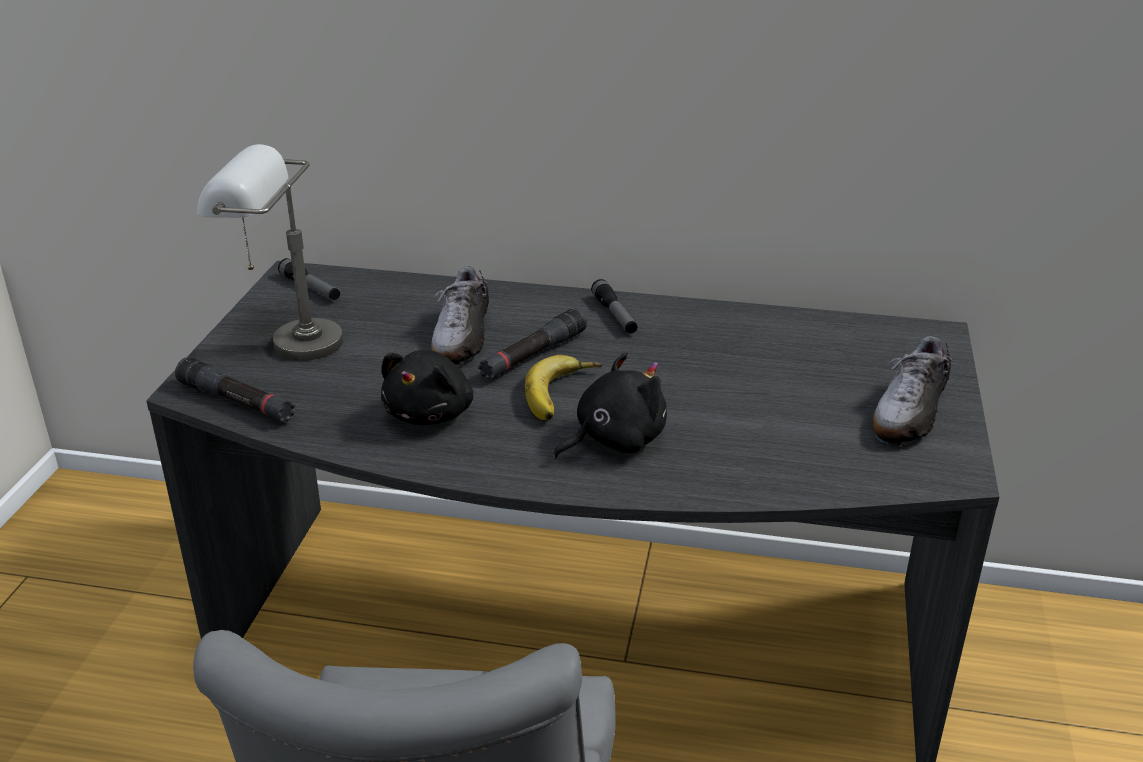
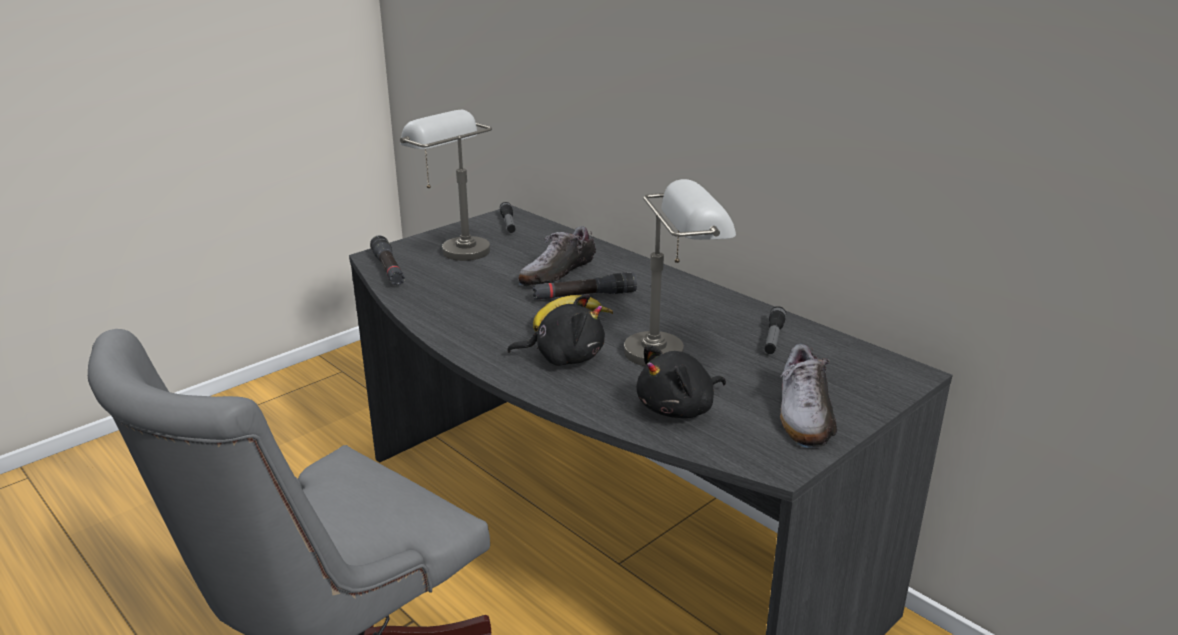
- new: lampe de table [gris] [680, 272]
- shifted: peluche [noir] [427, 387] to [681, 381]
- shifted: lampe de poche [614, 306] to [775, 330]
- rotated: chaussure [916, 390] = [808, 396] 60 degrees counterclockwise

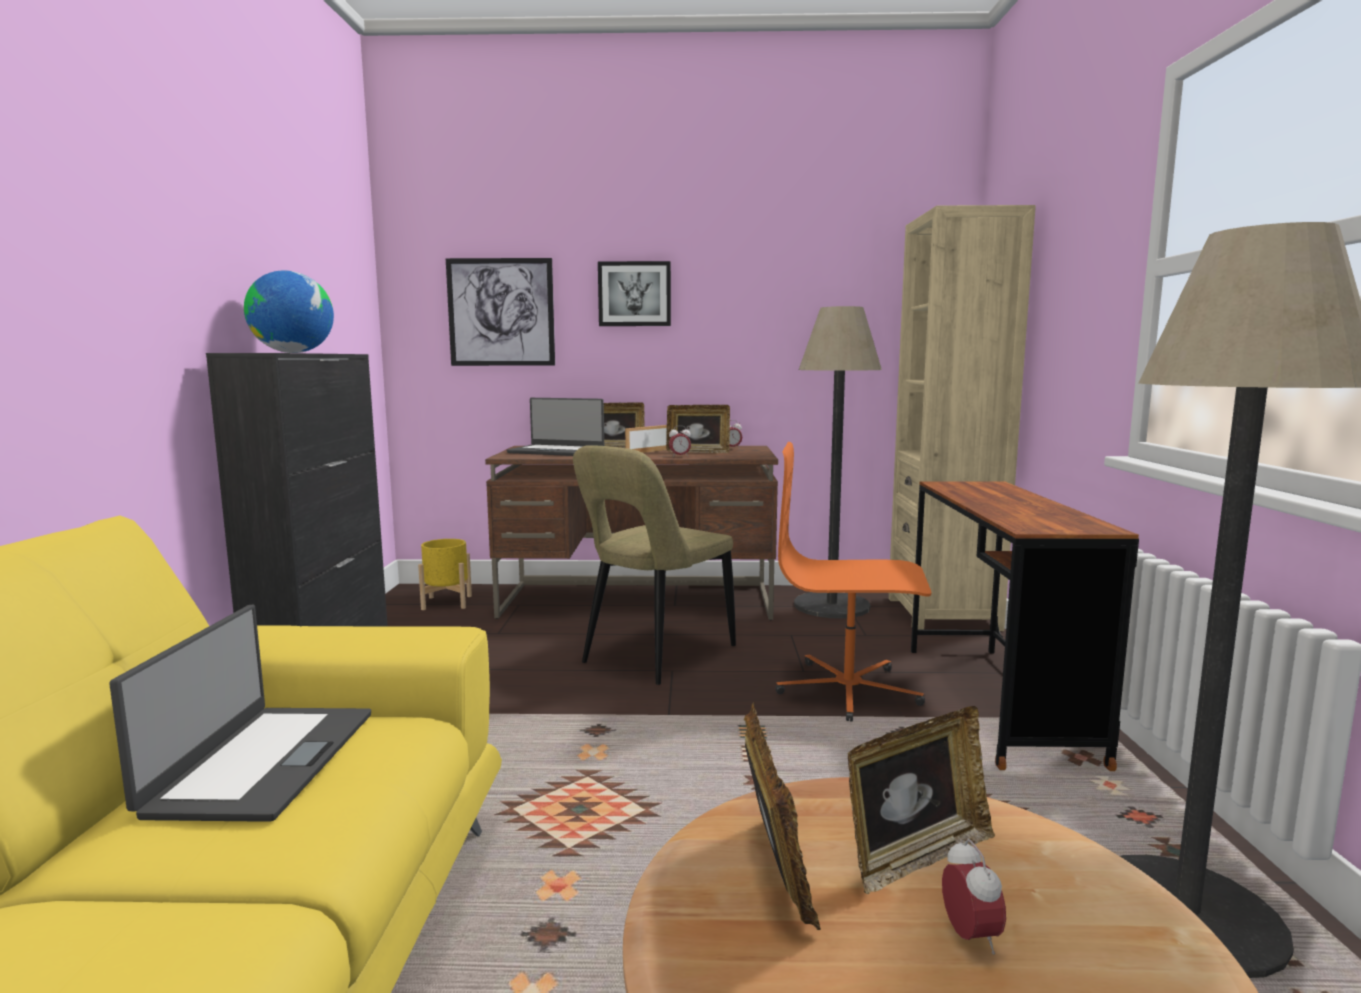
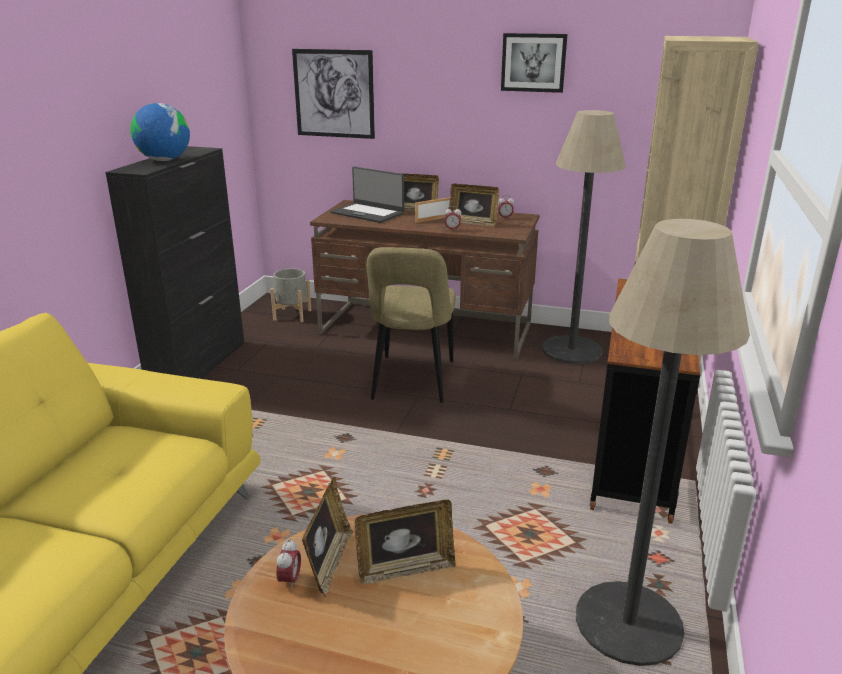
- gone: ordinateur portable [240, 713]
- gone: chaise de bureau [orange] [854, 581]
- shifted: tableau [634, 293] to [534, 63]
- shifted: réveil [974, 896] to [288, 564]
- repainted: cache-pot [jaune] [445, 574] to cache-pot [gris] [291, 295]
- rotated: chaise [beige] [654, 565] = [411, 325] 45 degrees counterclockwise

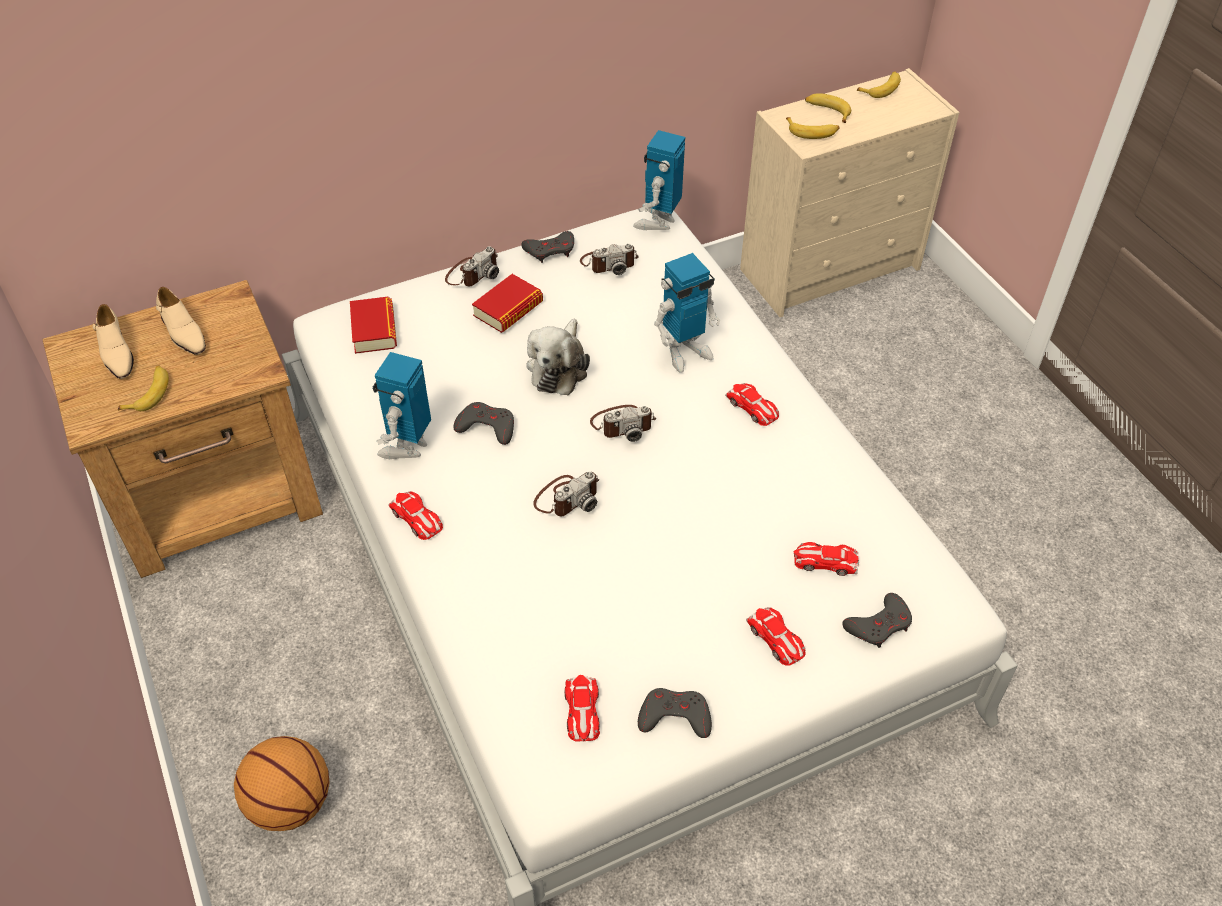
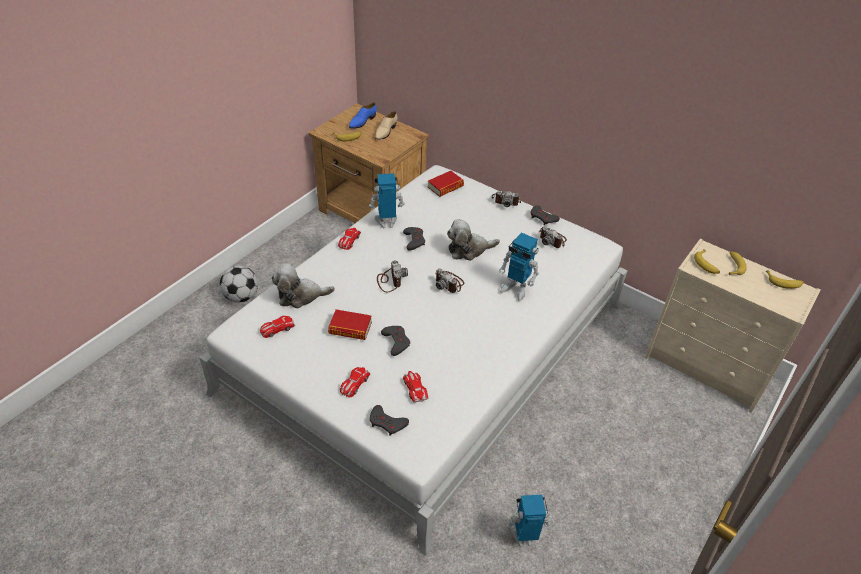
- gone: petite voiture [752, 404]
- new: peluche [303, 286]
- shifted: livre [507, 303] to [350, 324]
- shifted: robot jouet [659, 180] to [527, 521]
- shifted: manette [gris] [675, 713] to [395, 341]
- swapped: ballon de basket [282, 783] to ballon de foot [239, 284]
- repainted: chaussure [beige] [113, 341] to chaussure [bleu] [363, 116]
- rotated: appareil photo [566, 494] = [392, 276] 120 degrees counterclockwise

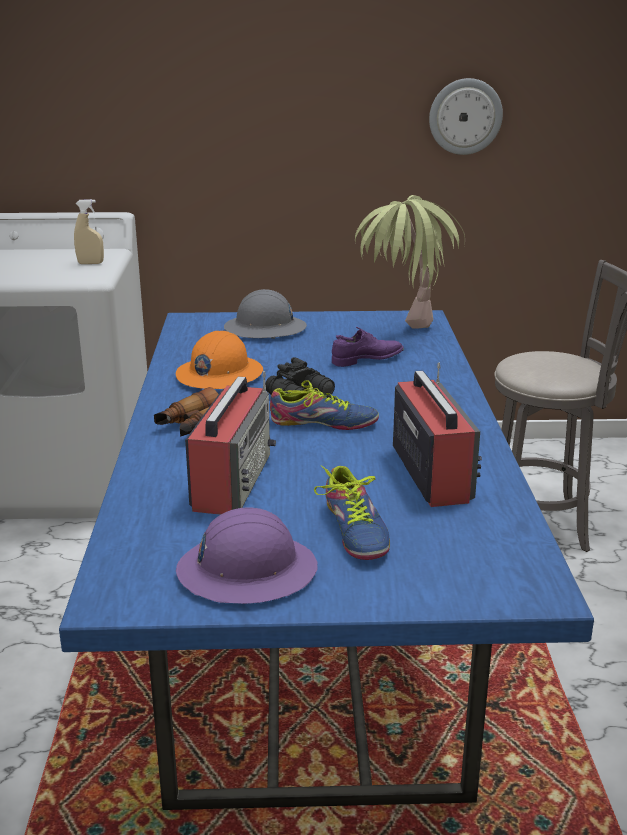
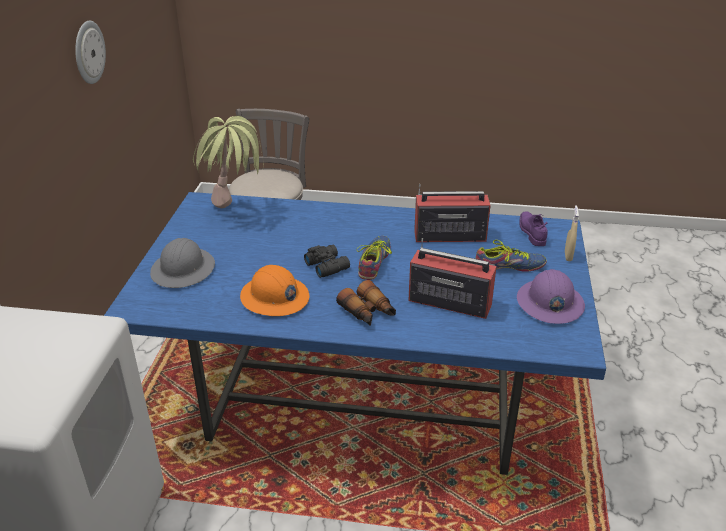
- shifted: vaporisateur [beige] [89, 231] to [572, 233]
- shifted: chaussure [violet] [368, 347] to [534, 228]

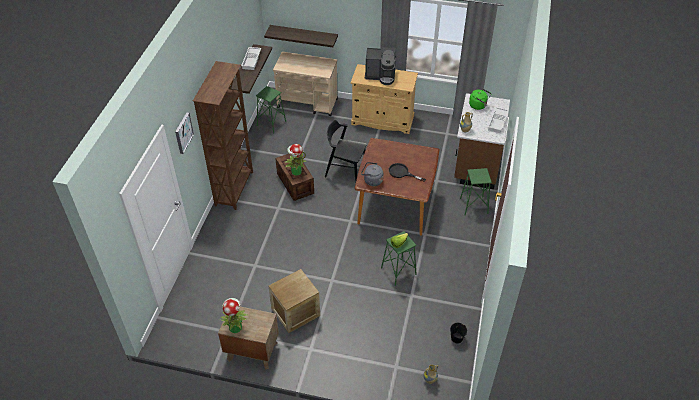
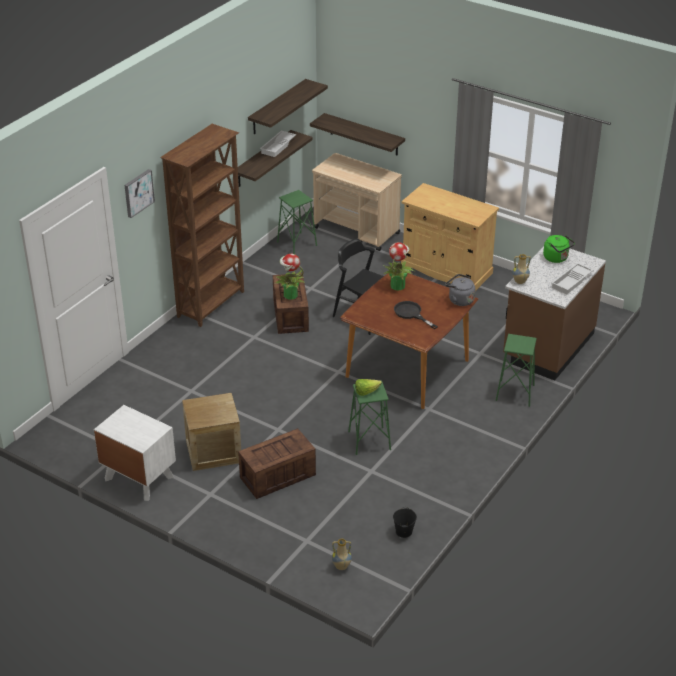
- gone: machine à café [380, 66]
- new: caisse [277, 463]
- new: étagère [288, 106]
- shifted: plante en pot [234, 315] to [398, 266]
- shifted: bouilloire [gris] [372, 174] to [460, 290]
- repainted: table de chevet [marron] [248, 338] to table de chevet [blanc] [135, 453]

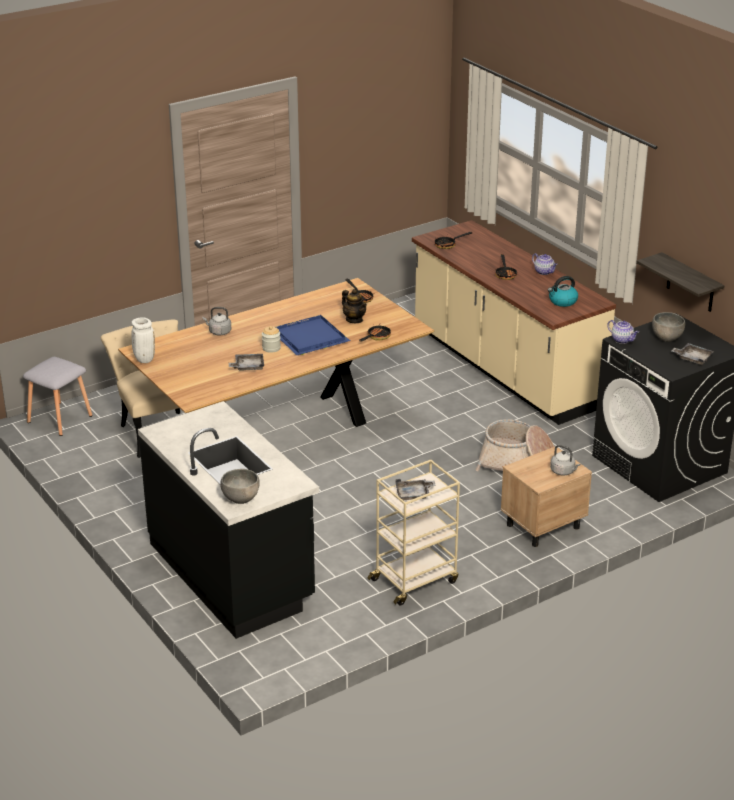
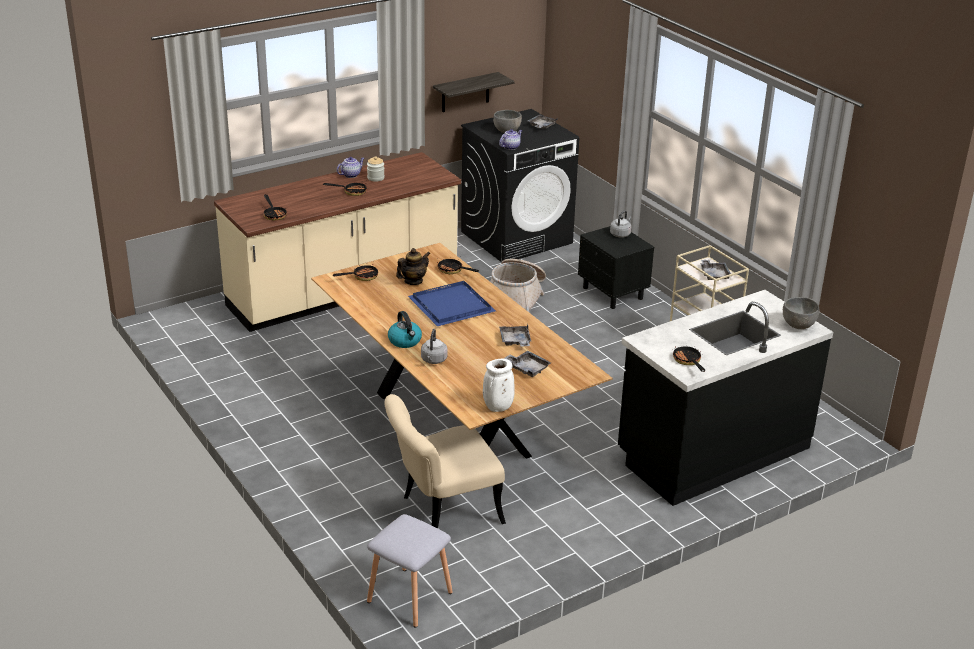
- new: plateau [gris] [527, 363]
- new: poêle [688, 359]
- shifted: bocal [271, 339] to [376, 169]
- shifted: bouilloire [563, 291] to [405, 329]
- repainted: table de chevet [beige] [546, 496] to table de chevet [noir] [616, 267]

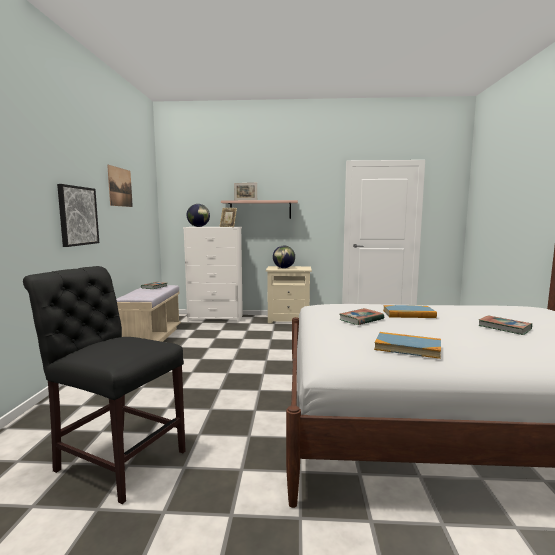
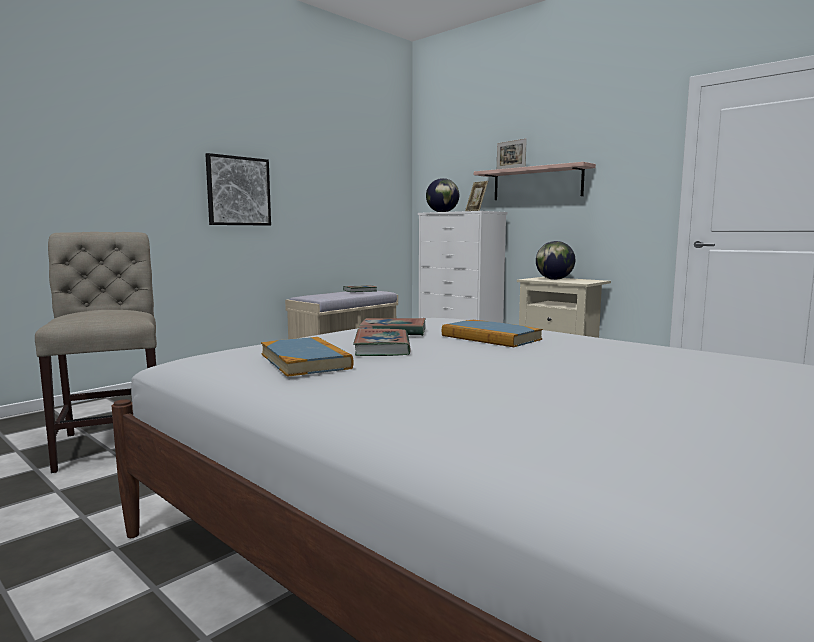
- gone: tableau [120, 186]
- shifted: livre [505, 325] to [382, 342]
- repainted: chaise [noir] [104, 385] to chaise [beige] [96, 352]

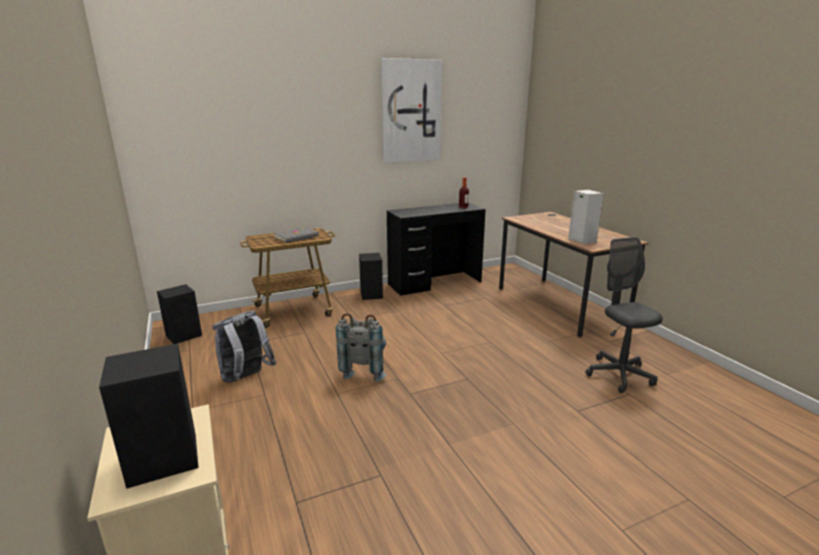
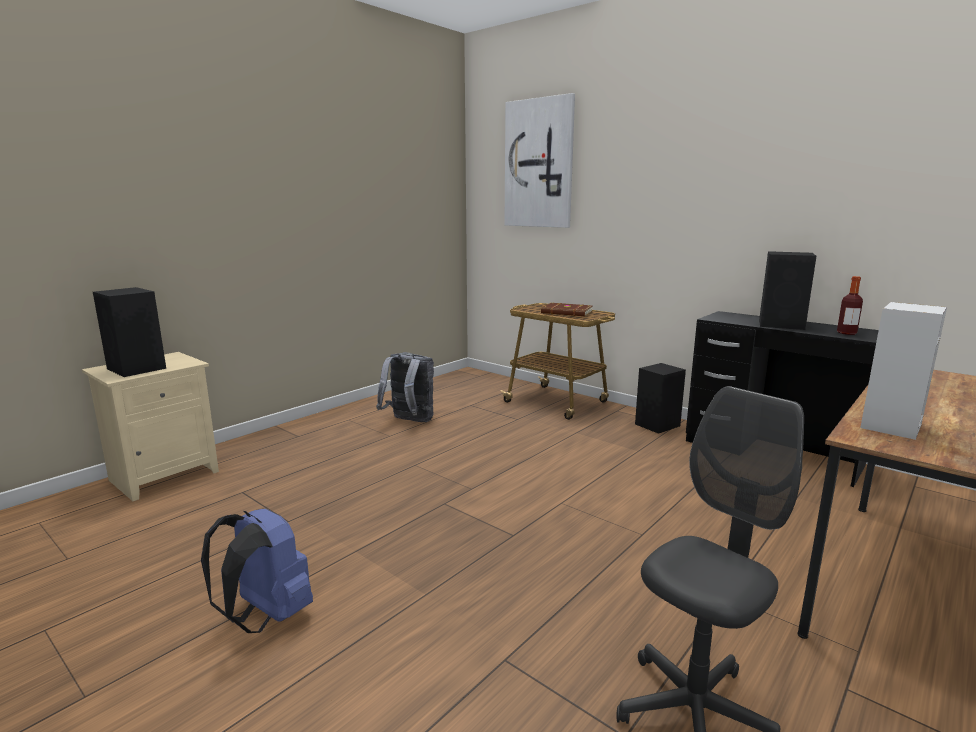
- gone: sac à dos [gris] [361, 347]
- new: sac à dos [bleu] [257, 571]
- shifted: enceinte [noir] [179, 314] to [787, 290]
- shifted: tableau [411, 110] to [539, 160]
- repainted: livre [gris] [296, 235] to livre [marron] [566, 309]

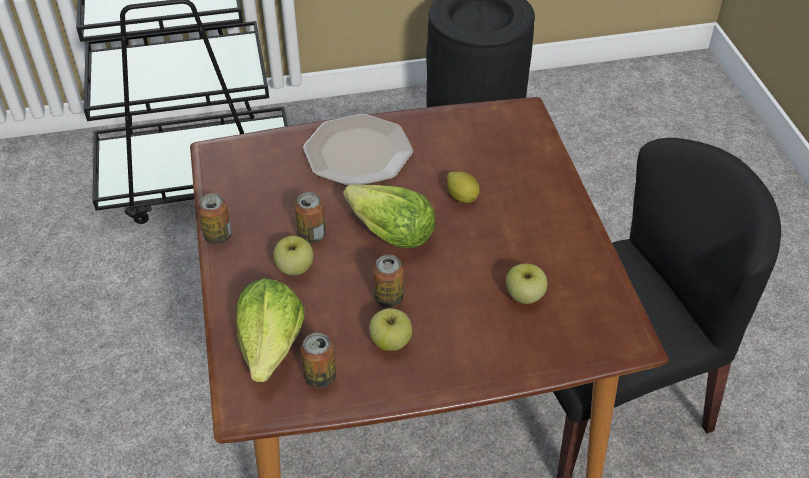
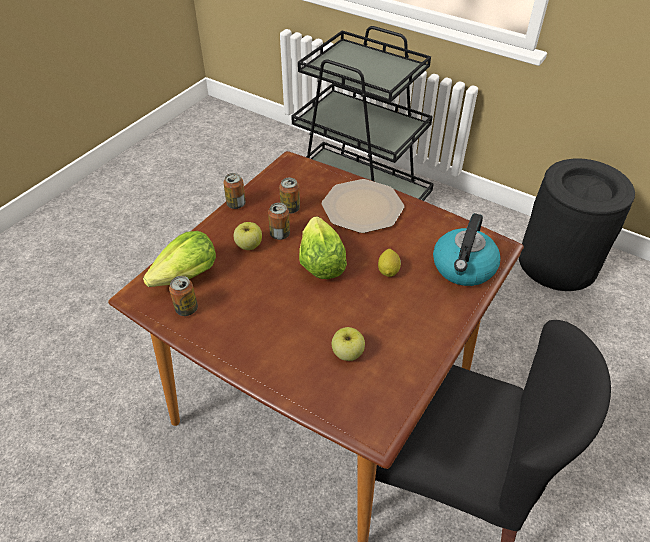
- gone: pomme [390, 329]
- new: bouilloire [467, 249]
- shifted: boîte métallique [388, 281] to [289, 196]

